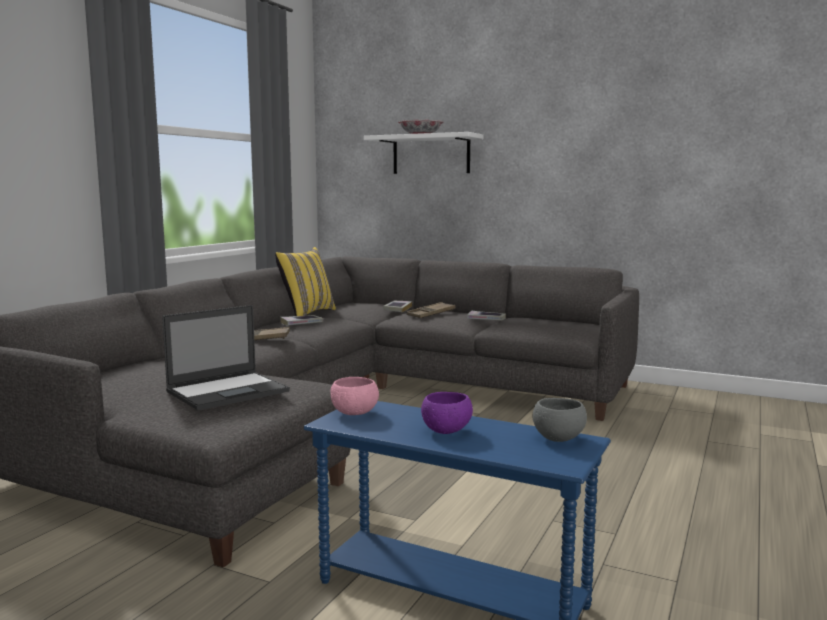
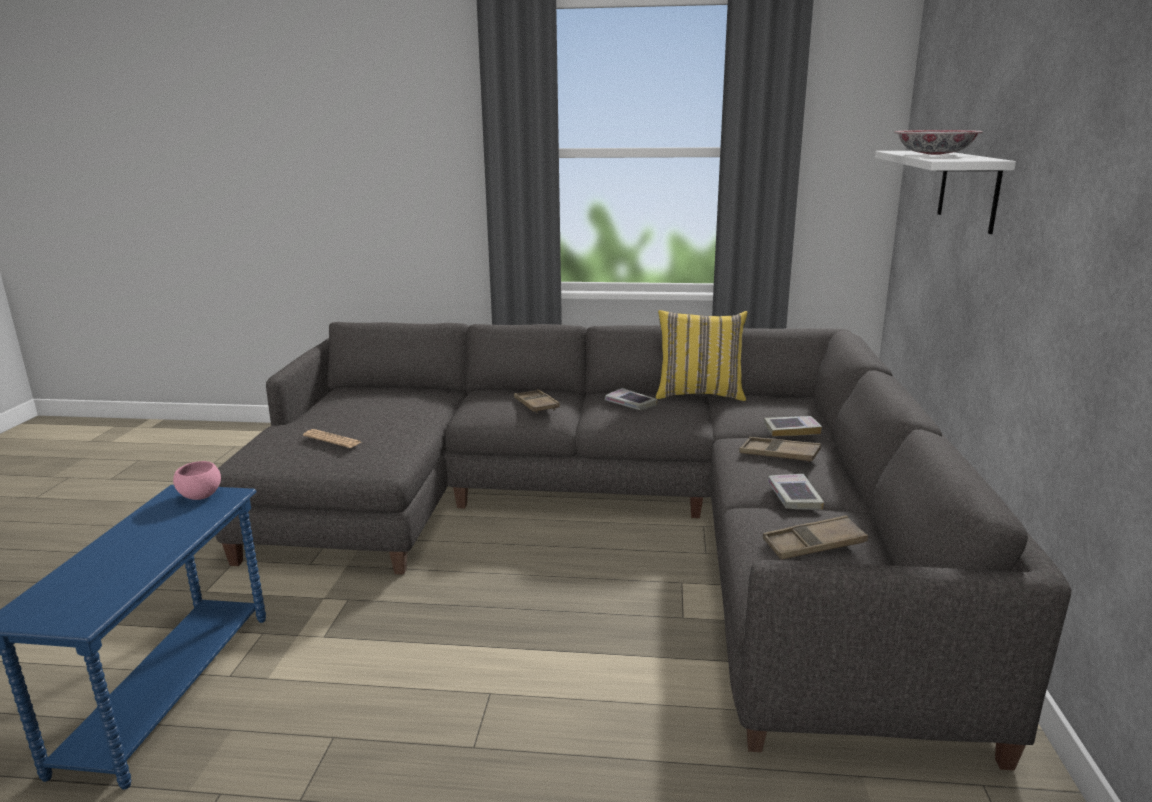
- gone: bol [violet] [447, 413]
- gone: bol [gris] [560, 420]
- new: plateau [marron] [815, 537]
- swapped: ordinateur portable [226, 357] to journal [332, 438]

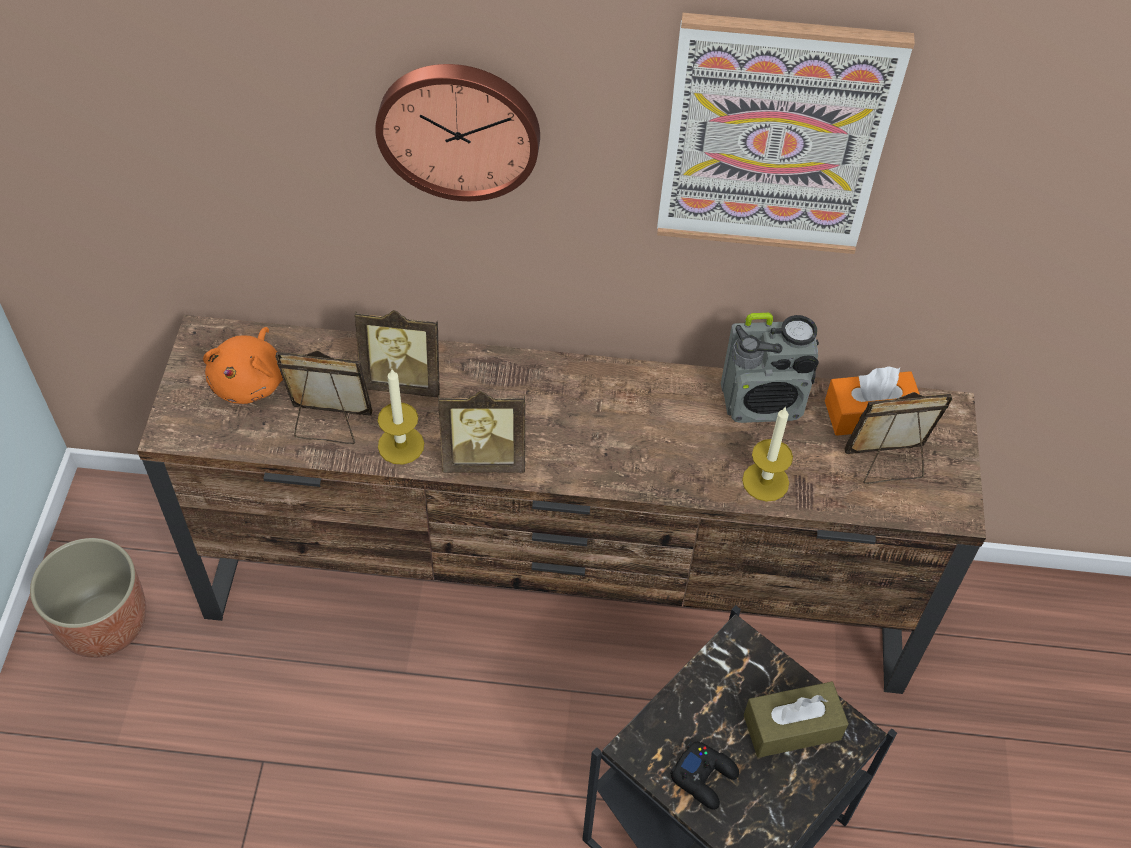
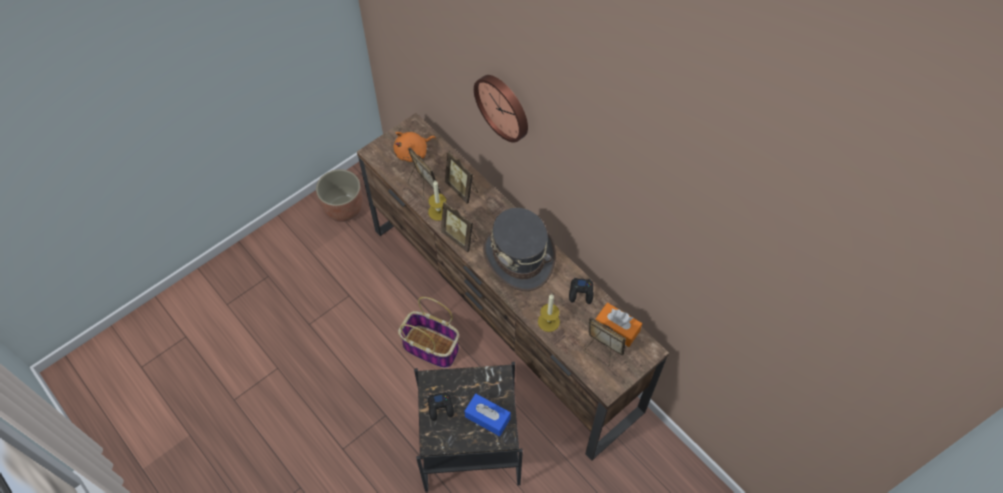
- gone: tableau [786, 133]
- new: panier [428, 332]
- new: chapeau [gris] [519, 249]
- swapped: radio [770, 368] to manette [noir] [581, 291]
- repainted: boîte à mouchoirs [marron] [796, 720] to boîte à mouchoirs [bleu] [488, 415]

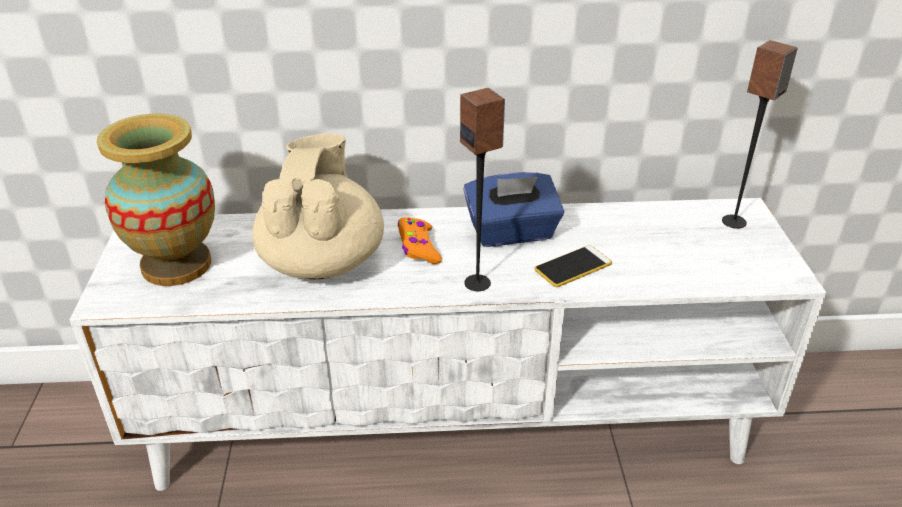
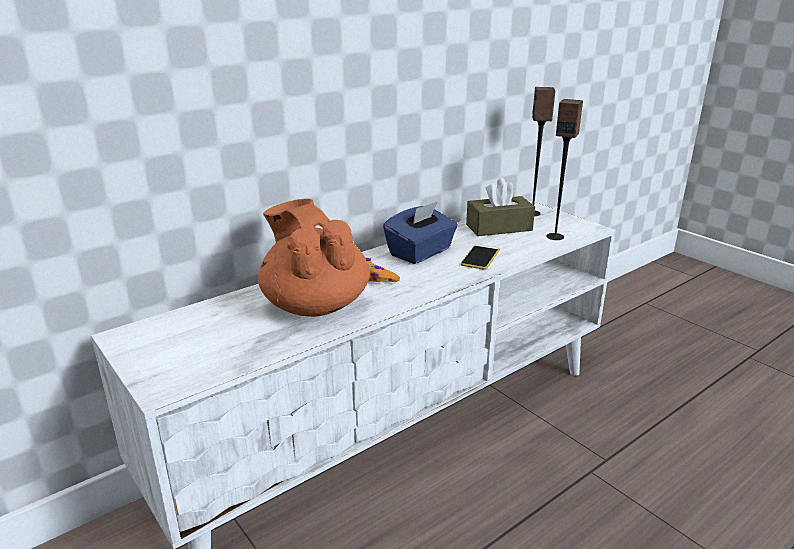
- gone: vase [156, 200]
- new: boîte à mouchoirs [marron] [500, 207]
- shifted: enceinte [482, 189] to [564, 169]
- repainted: théière [beige] [318, 206] to théière [orange] [314, 258]

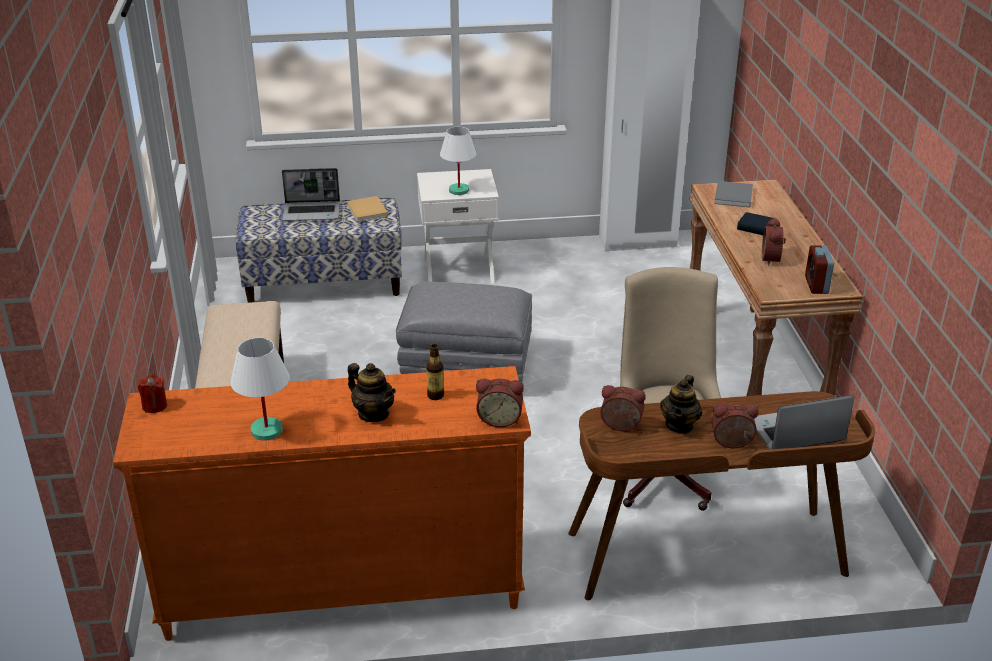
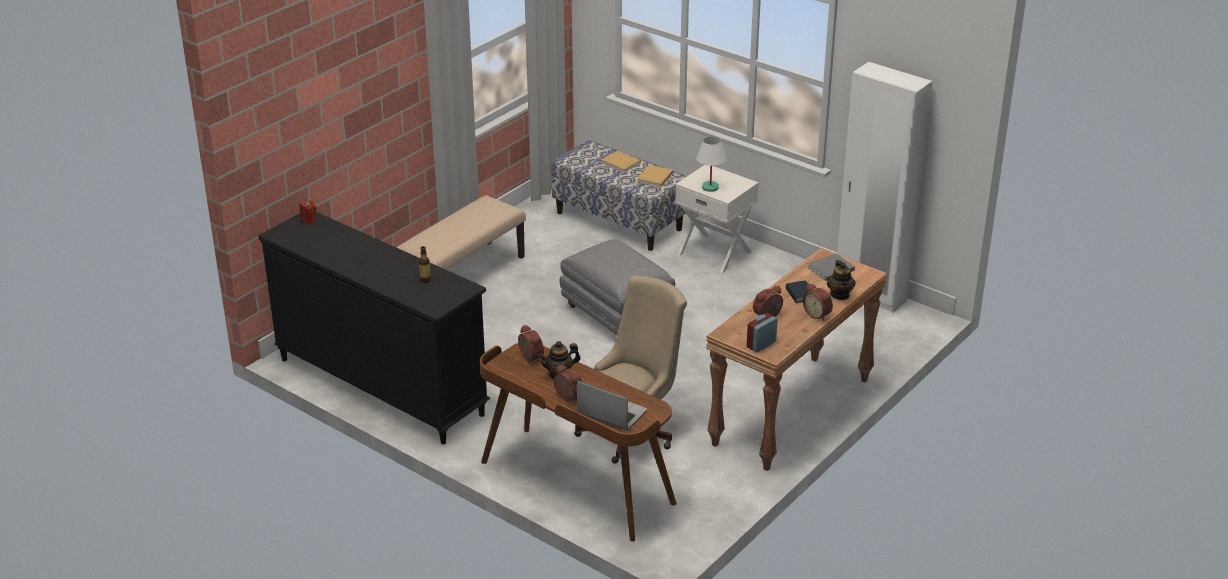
- gone: lampe de table [blanc] [260, 389]
- shifted: théière [372, 392] to [841, 280]
- shifted: réveil [500, 403] to [818, 302]
- swapped: ordinateur portable [311, 194] to livre [beige] [621, 162]
- repainted: commode [orange] [322, 503] to commode [noir] [374, 328]

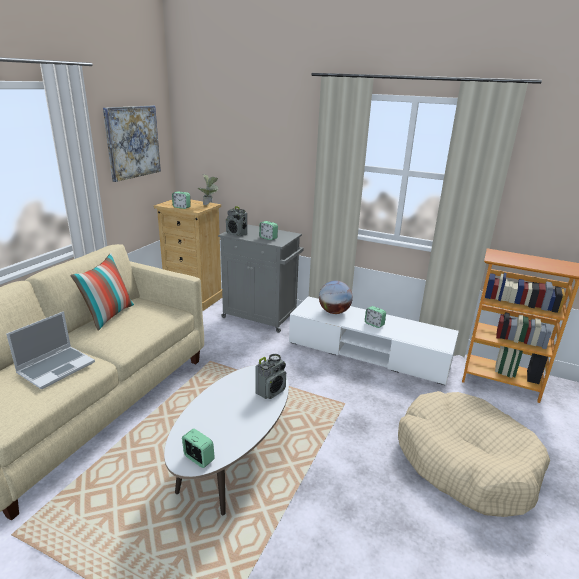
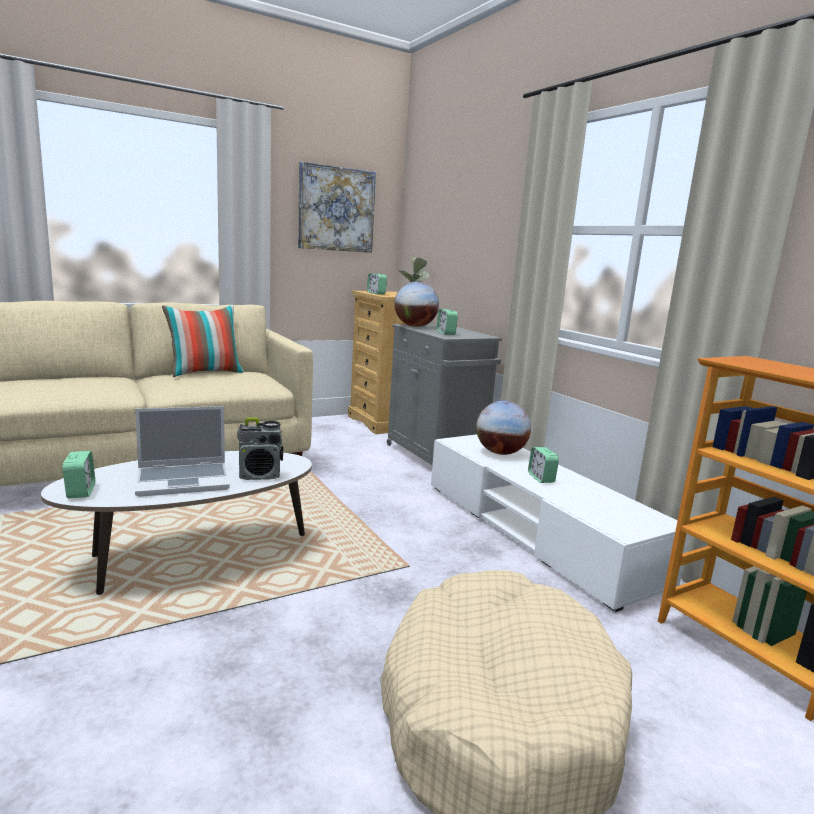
- shifted: ordinateur portable [50, 350] to [182, 451]
- swapped: radio [236, 221] to globe [416, 304]

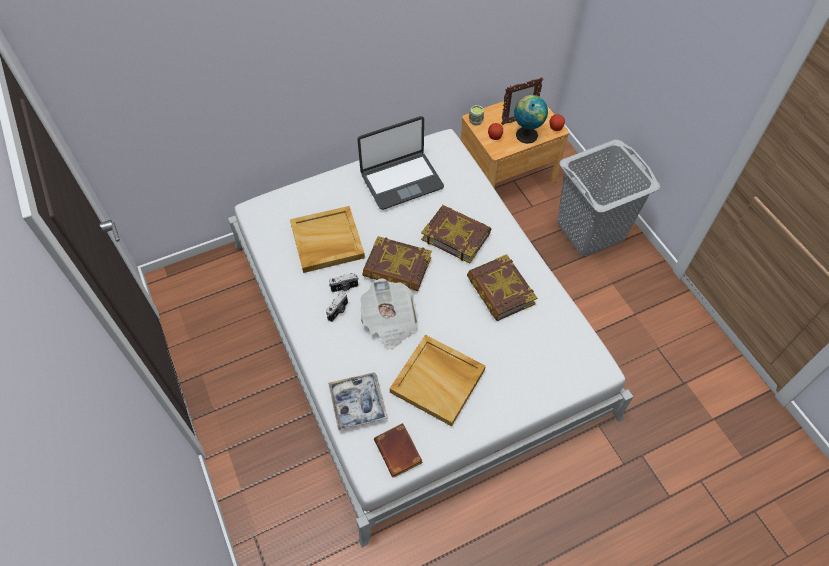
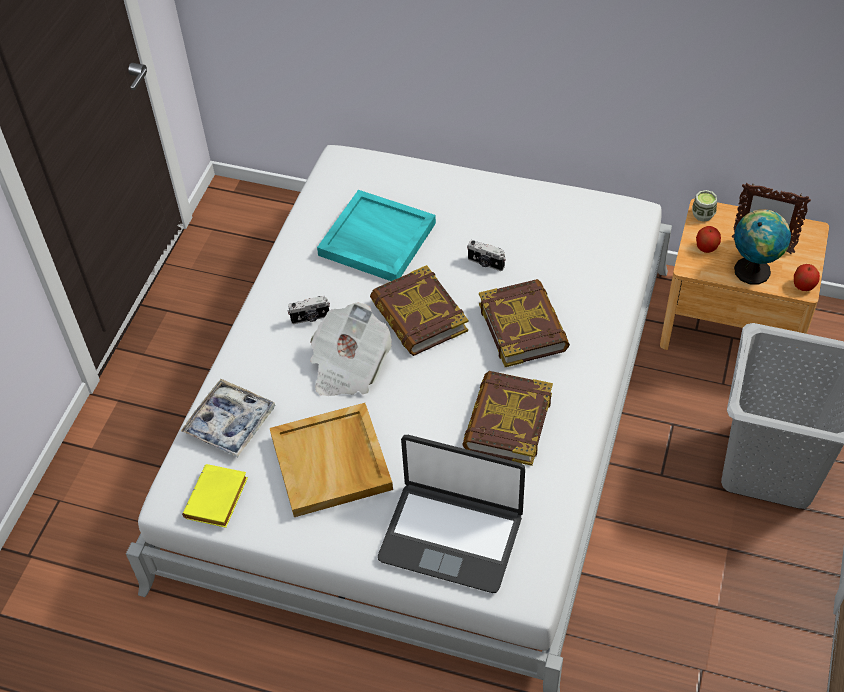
- shifted: appareil photo [343, 282] to [486, 255]
- shifted: ordinateur portable [400, 163] to [451, 514]
- repainted: plateau [beige] [327, 239] to plateau [turquoise] [376, 235]
- repainted: livre [marron] [398, 450] to livre [jaune] [215, 496]

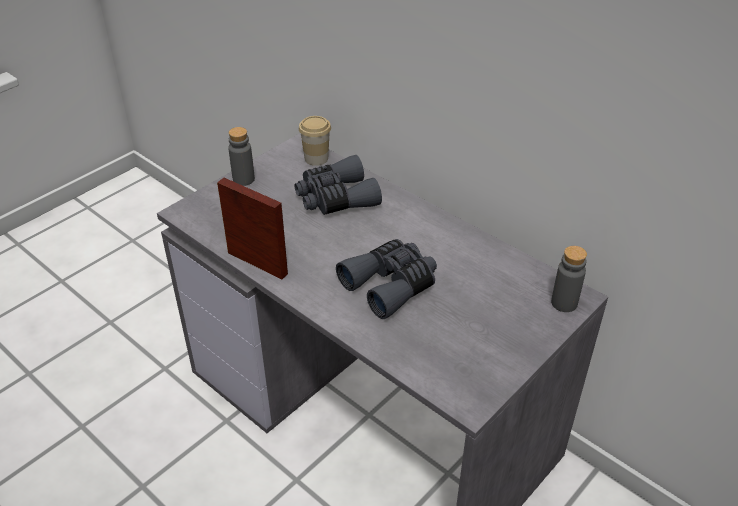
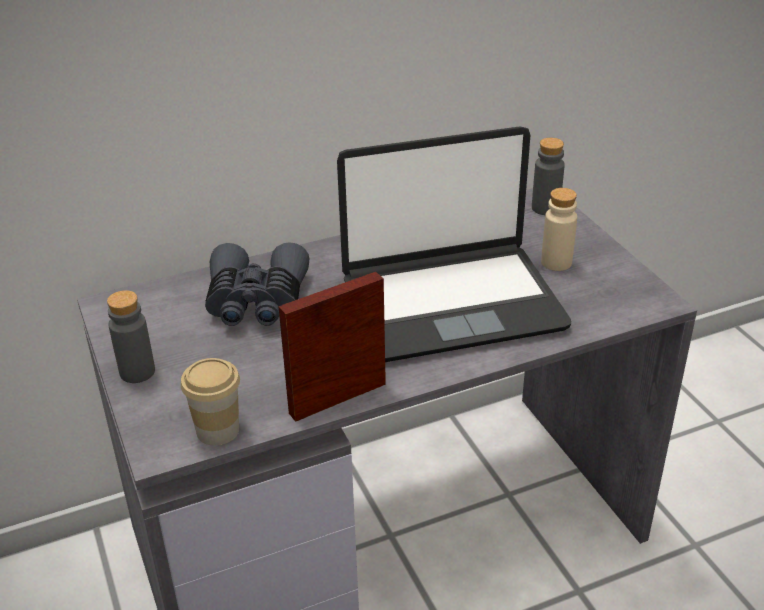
- new: bouteille [beige] [559, 229]
- shifted: tasse [315, 141] to [210, 402]
- swapped: jumelles [gris] [386, 279] to ordinateur portable [454, 244]

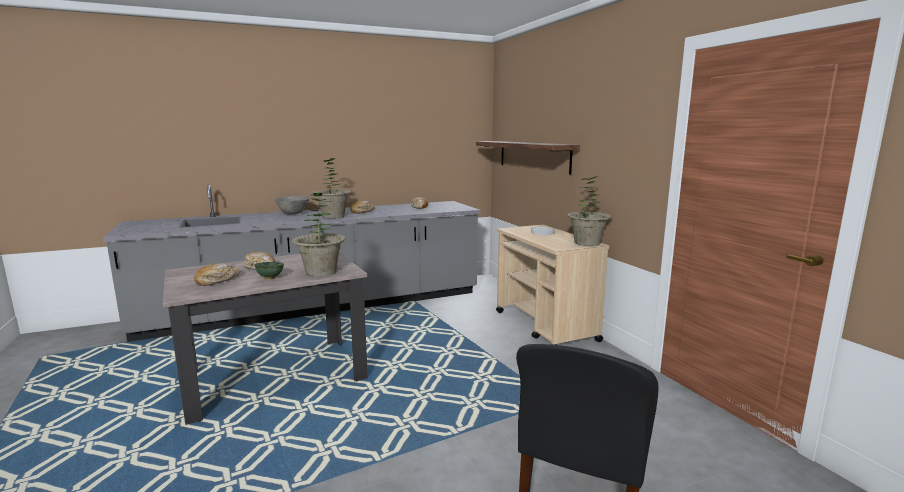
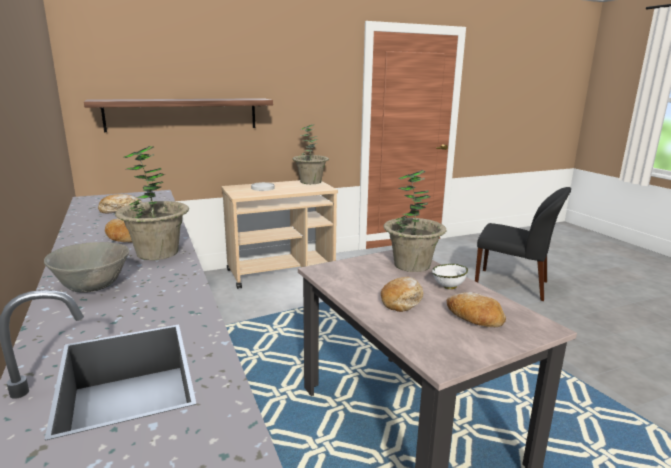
- repainted: bol [vert] [269, 270] to bol [blanc] [450, 276]

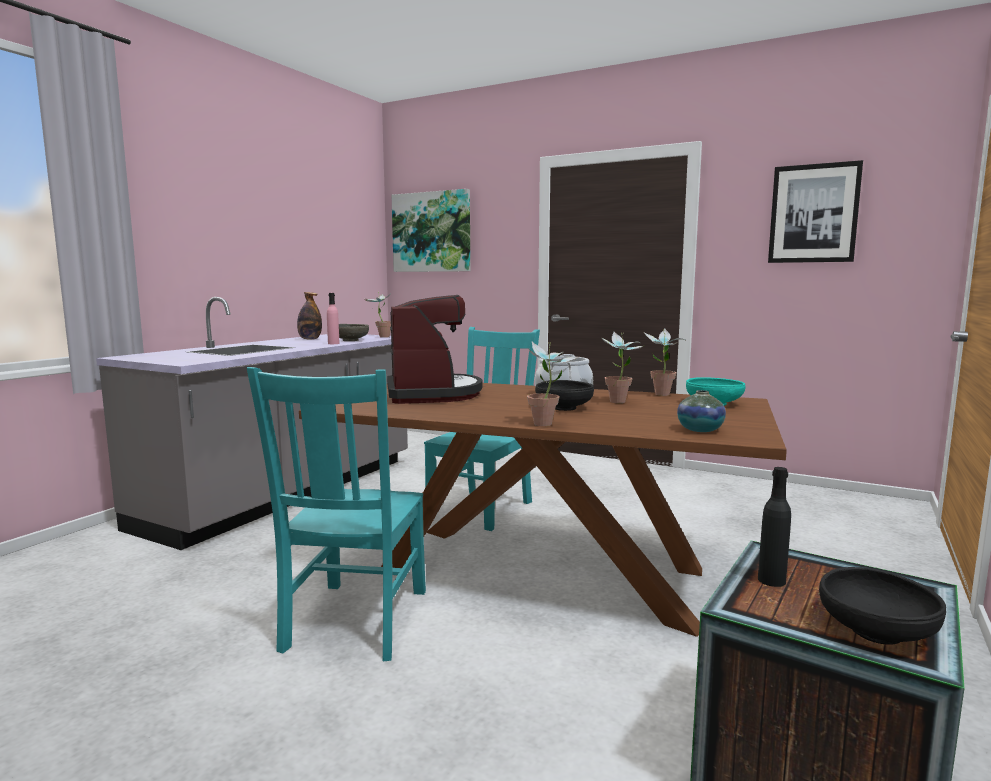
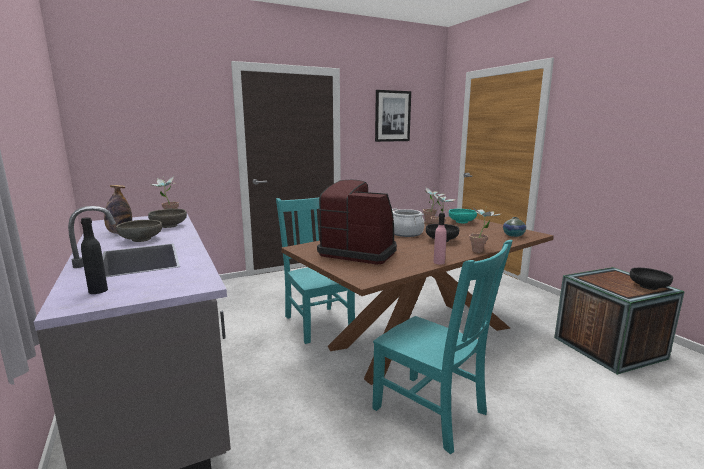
- gone: tableau [430, 230]
- new: bol [gris] [139, 231]
- shifted: bouteille [rose] [333, 318] to [440, 238]
- shifted: bouteille [noir] [774, 527] to [94, 255]

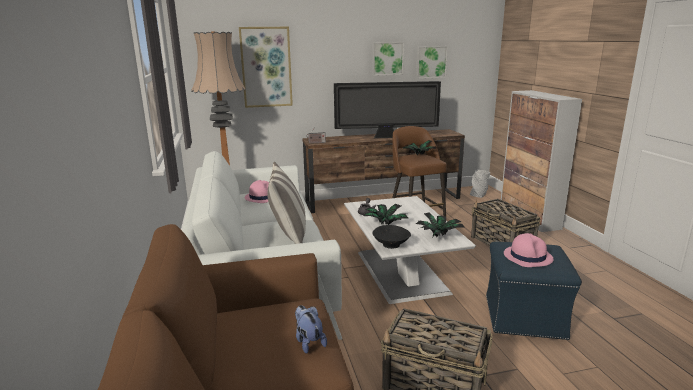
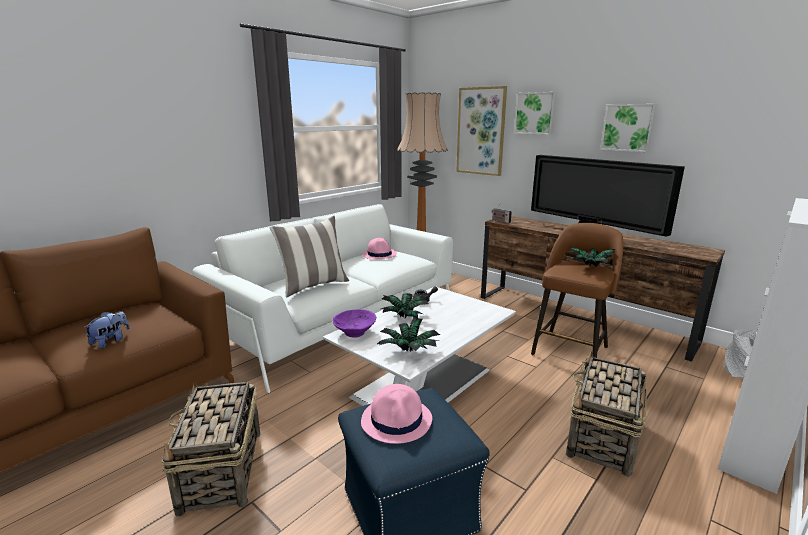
- shifted: tableau [432, 62] to [535, 113]
- repainted: bol [noir] [391, 237] to bol [violet] [354, 323]

